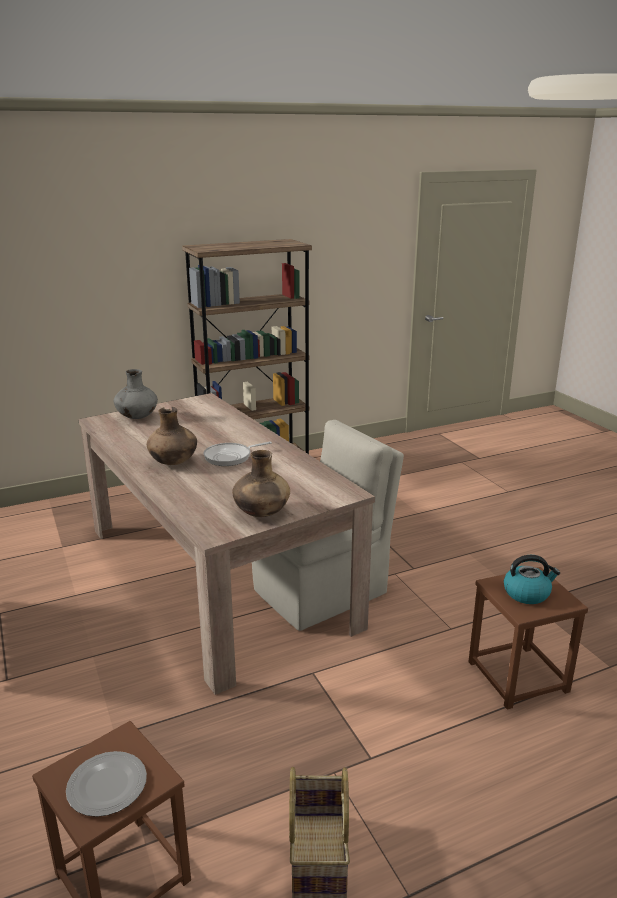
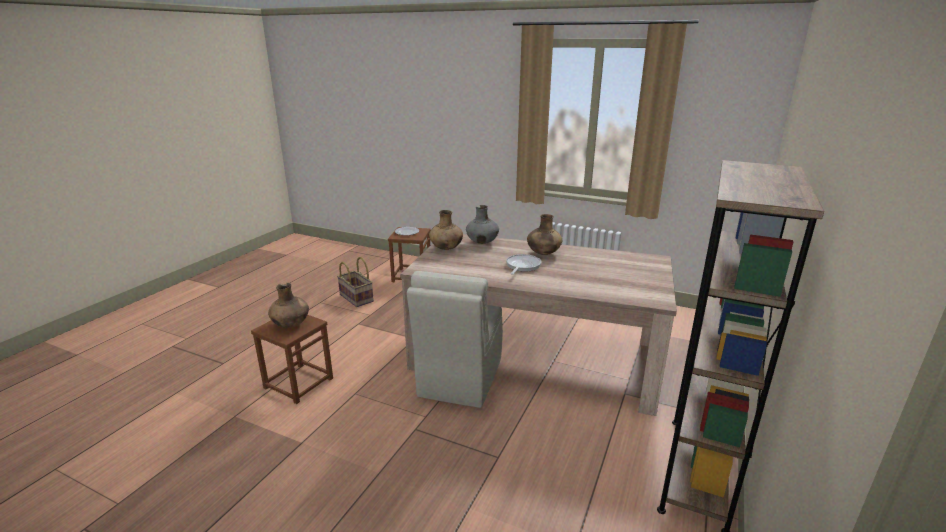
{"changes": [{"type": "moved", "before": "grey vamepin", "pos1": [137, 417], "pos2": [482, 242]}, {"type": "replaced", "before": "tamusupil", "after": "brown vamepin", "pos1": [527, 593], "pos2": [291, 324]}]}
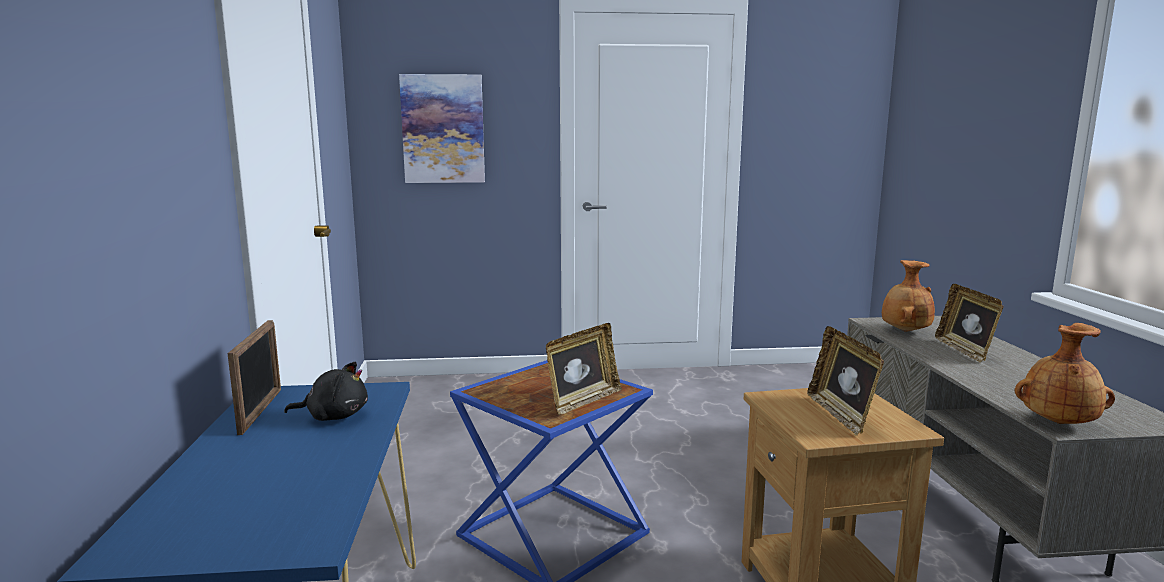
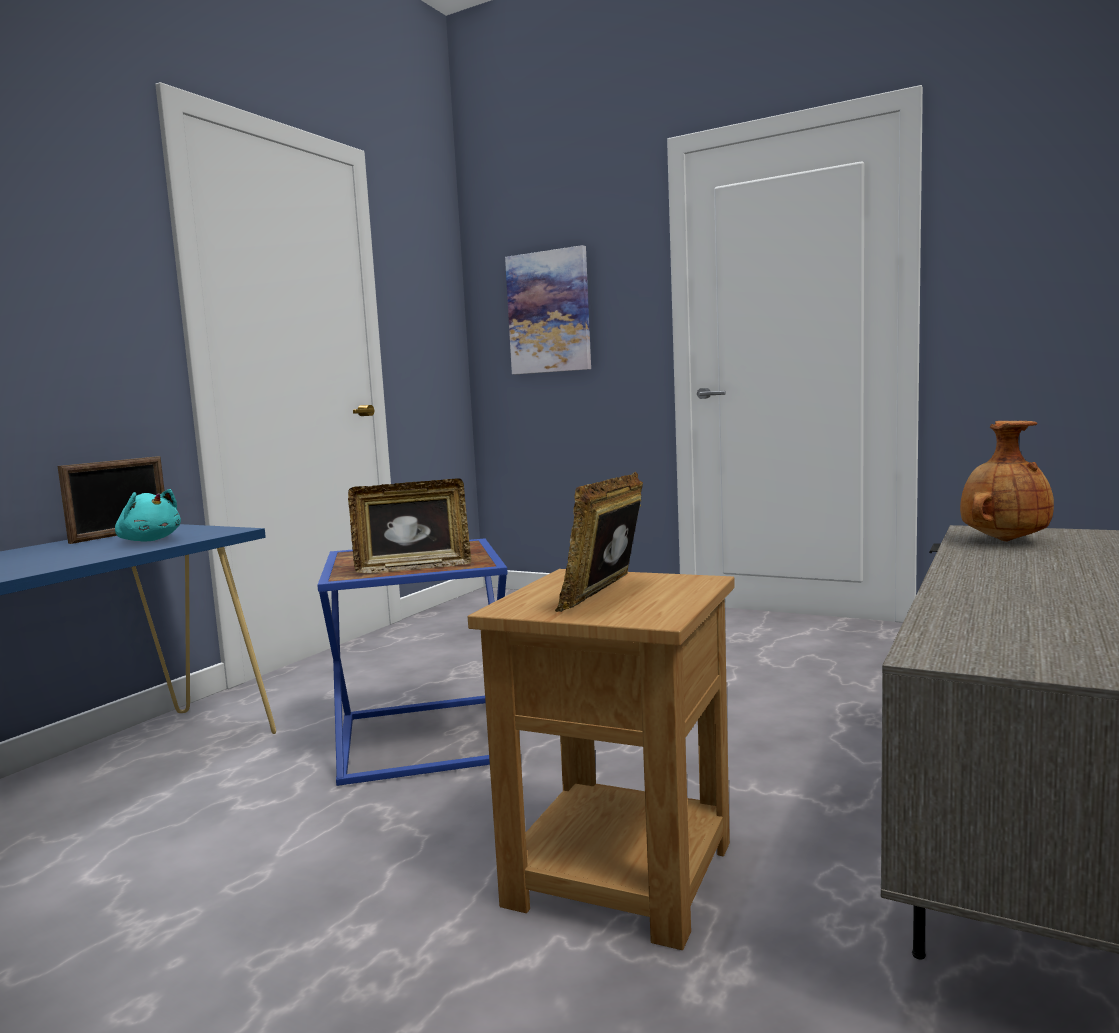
{"changes": [{"type": "removed", "before": "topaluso", "pos1": [965, 350]}, {"type": "removed", "before": "brown vamepin", "pos1": [1058, 422]}, {"type": "recoloured", "before": "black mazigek", "after": "turquoise mazigek", "pos1": [334, 416], "pos2": [149, 540]}]}
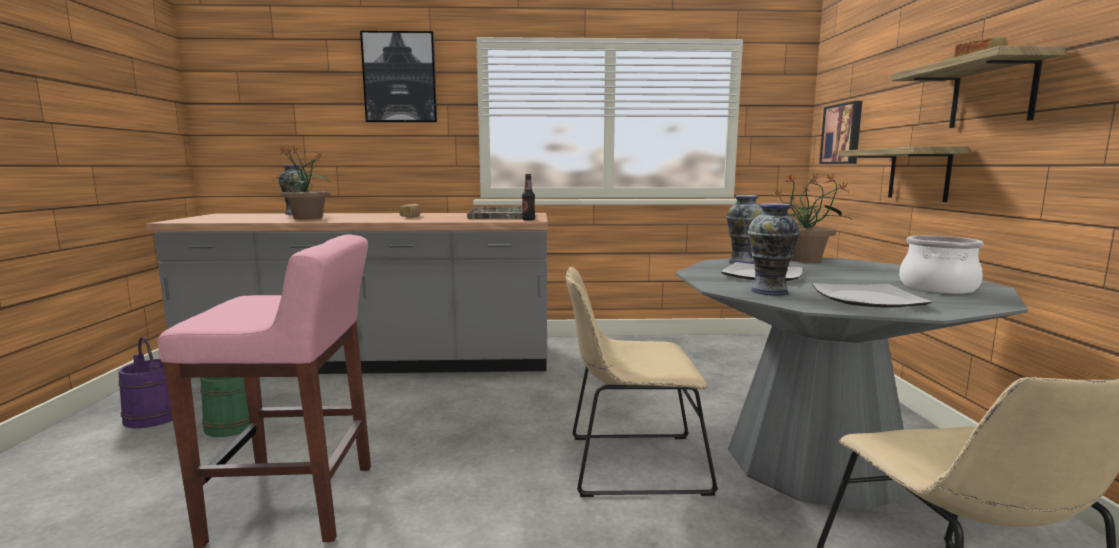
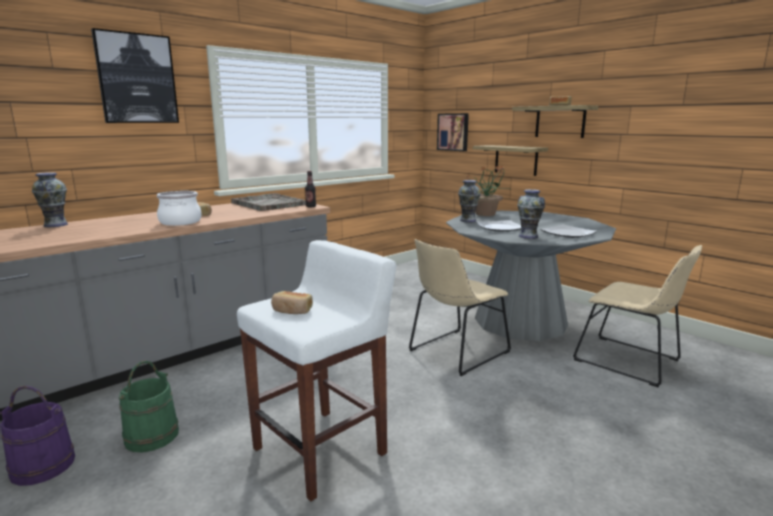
{"changes": [{"type": "removed", "before": "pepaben", "pos1": [307, 218]}, {"type": "added", "after": "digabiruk", "pos2": [292, 310]}, {"type": "moved", "before": "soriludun", "pos1": [938, 288], "pos2": [181, 222]}, {"type": "recoloured", "before": "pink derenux", "after": "white derenux", "pos1": [296, 503], "pos2": [322, 450]}]}
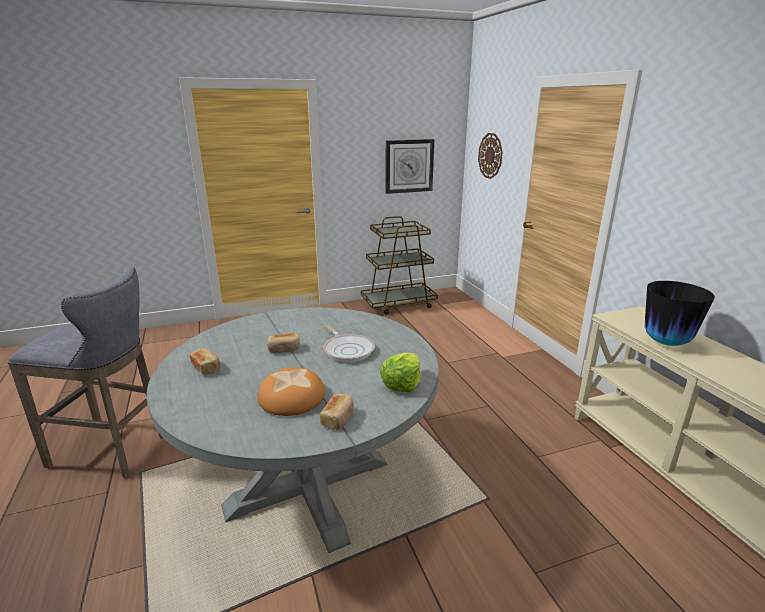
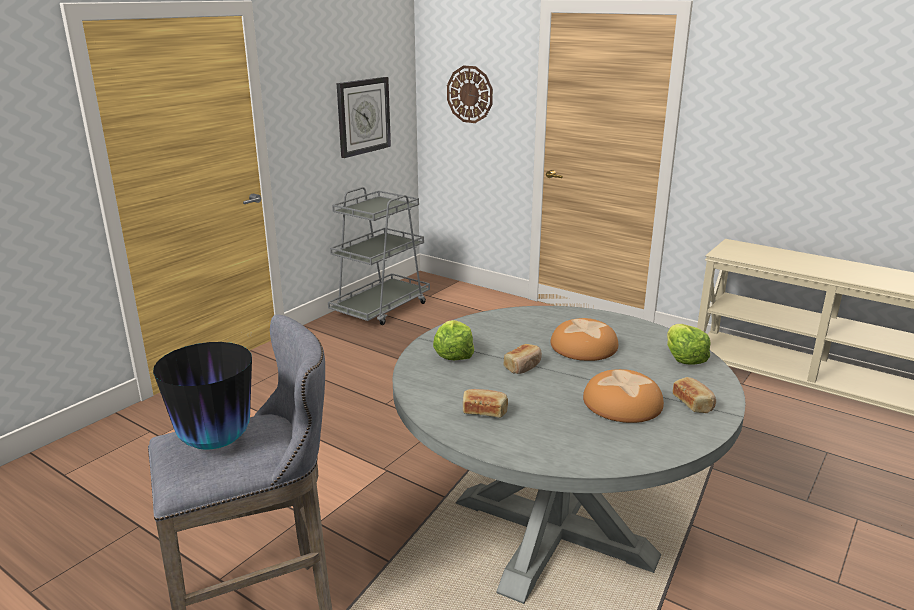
{"changes": [{"type": "added", "after": "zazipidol", "pos2": [453, 354]}, {"type": "moved", "before": "vamepin", "pos1": [666, 342], "pos2": [216, 442]}, {"type": "replaced", "before": "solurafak", "after": "digabiruk", "pos1": [348, 350], "pos2": [583, 346]}, {"type": "recoloured", "before": "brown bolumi", "after": "grey bolumi", "pos1": [399, 304], "pos2": [381, 308]}]}
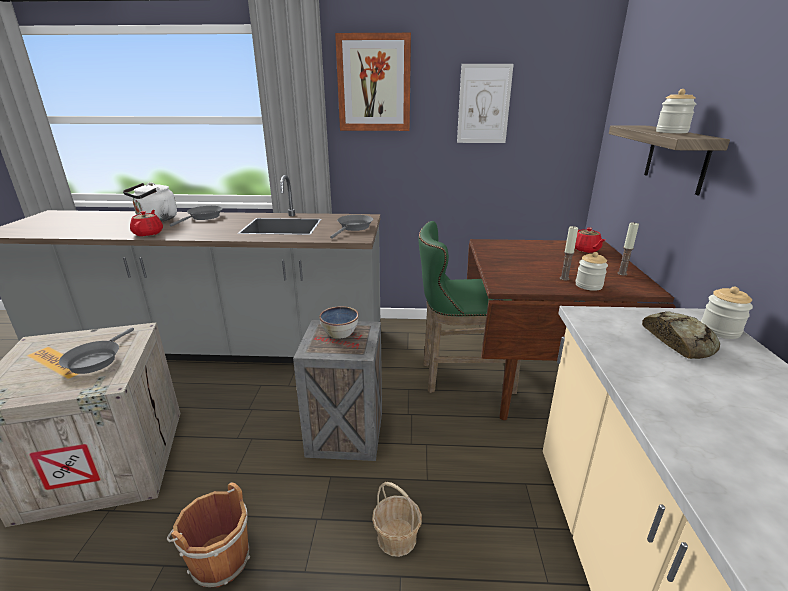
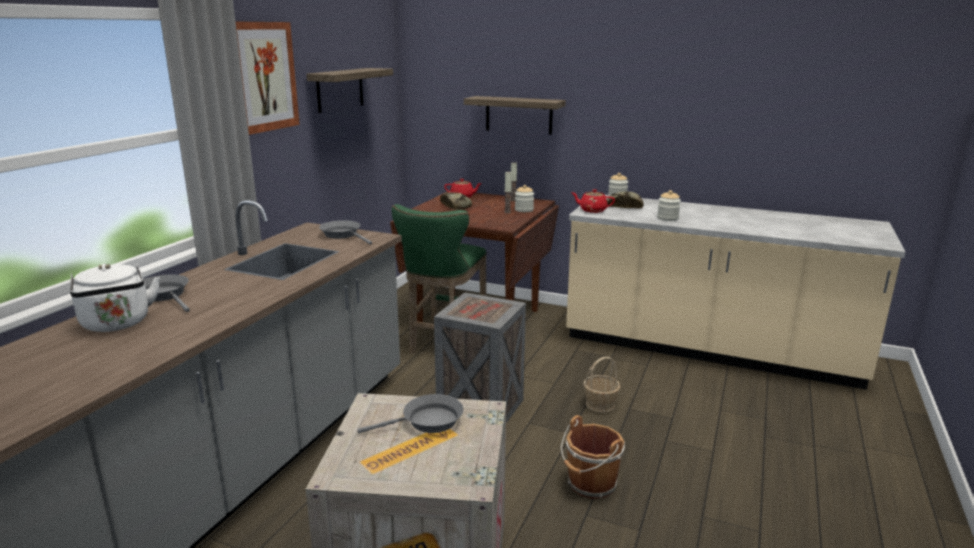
{"changes": [{"type": "removed", "before": "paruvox", "pos1": [340, 332]}, {"type": "added", "after": "digabiruk", "pos2": [456, 205]}, {"type": "moved", "before": "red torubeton", "pos1": [148, 233], "pos2": [592, 210]}, {"type": "moved", "before": "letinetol", "pos1": [671, 132], "pos2": [667, 218]}, {"type": "replaced", "before": "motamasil", "after": "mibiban", "pos1": [484, 104], "pos2": [340, 89]}, {"type": "turned", "before": "grey solurafak", "pos1": [96, 360], "pos2": [427, 422], "turn": -45}]}
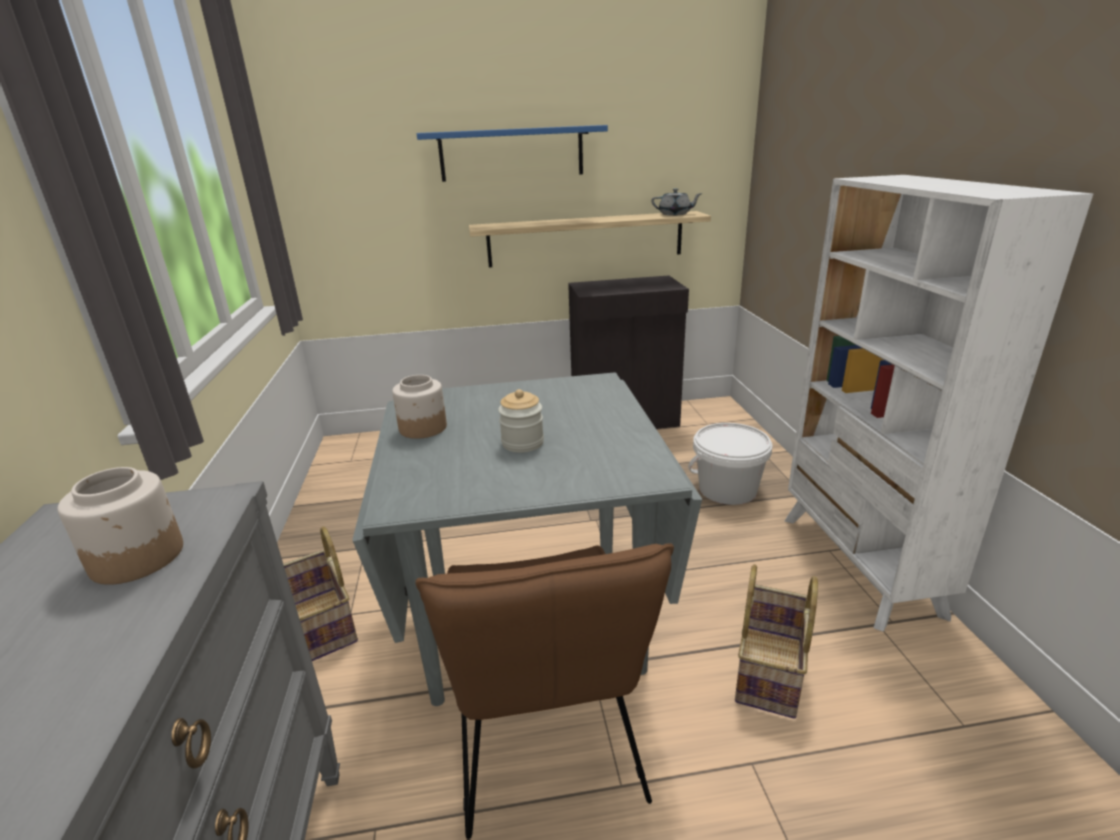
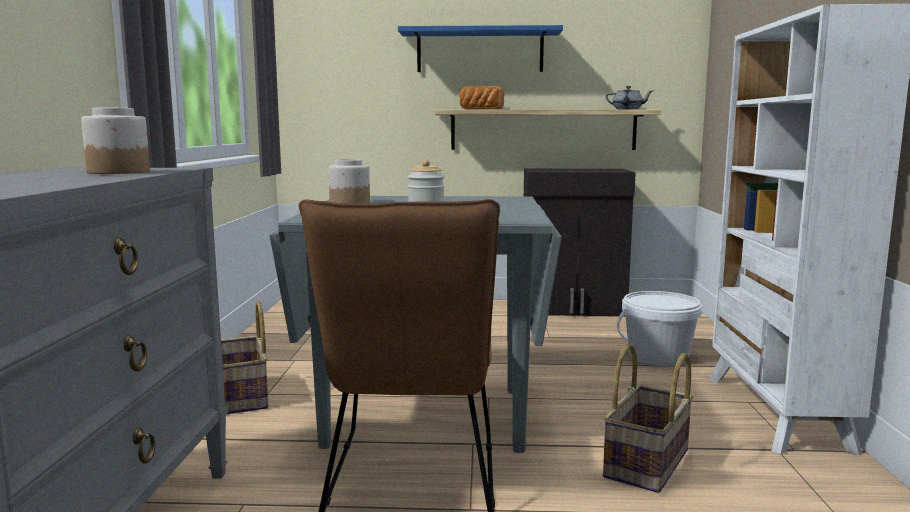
{"changes": [{"type": "added", "after": "digabiruk", "pos2": [480, 109]}]}
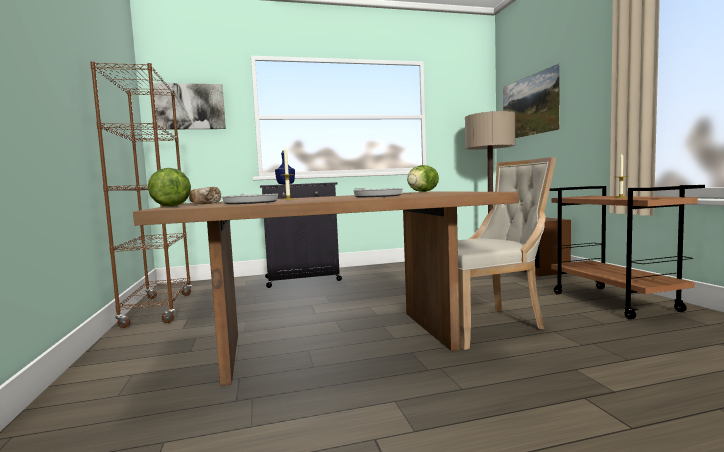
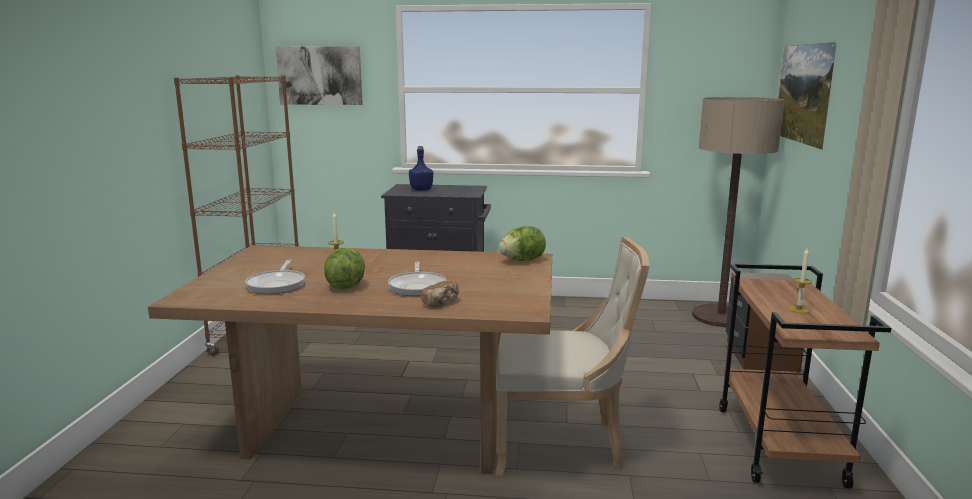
{"changes": [{"type": "moved", "before": "zazipidol", "pos1": [171, 206], "pos2": [346, 286]}, {"type": "moved", "before": "digabiruk", "pos1": [207, 203], "pos2": [441, 303]}]}
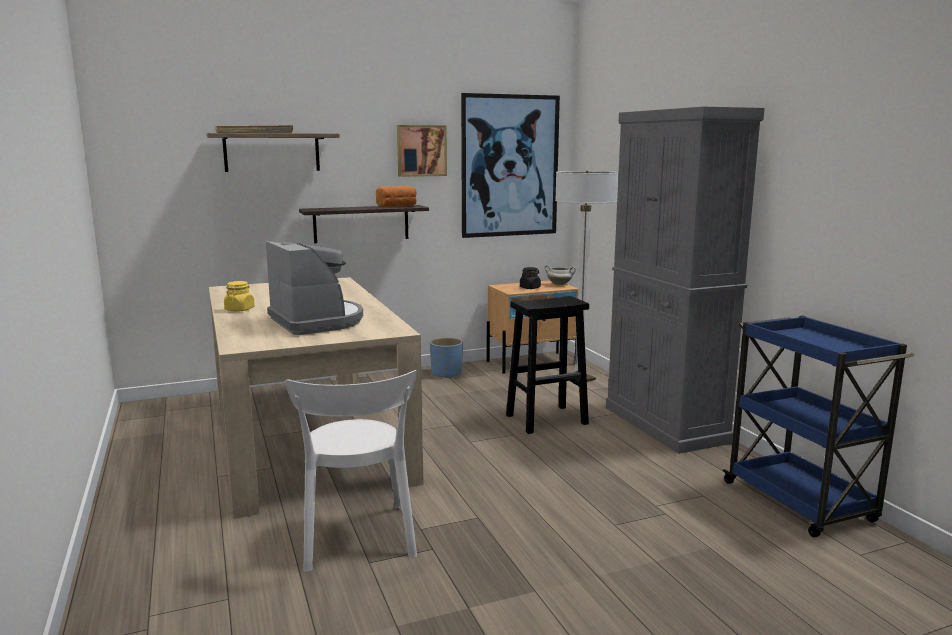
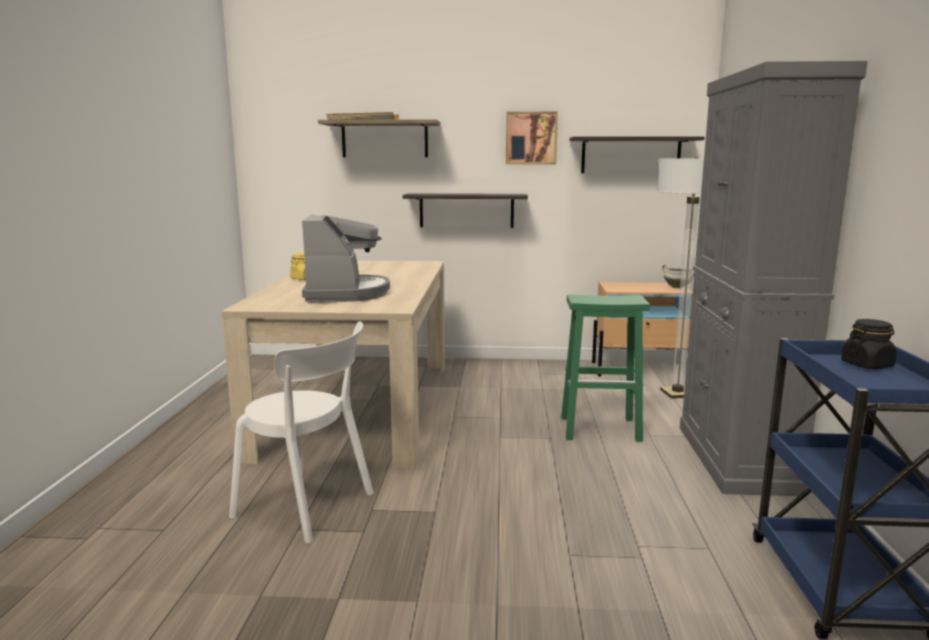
{"changes": [{"type": "removed", "before": "digabiruk", "pos1": [397, 206]}, {"type": "removed", "before": "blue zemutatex", "pos1": [446, 374]}, {"type": "moved", "before": "black letinetol", "pos1": [530, 288], "pos2": [867, 365]}, {"type": "replaced", "before": "motamasil", "after": "mibiban", "pos1": [510, 166], "pos2": [630, 155]}, {"type": "recoloured", "before": "black derenux", "after": "green derenux", "pos1": [547, 419], "pos2": [601, 429]}, {"type": "turned", "before": "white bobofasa", "pos1": [357, 540], "pos2": [309, 506], "turn": -75}]}
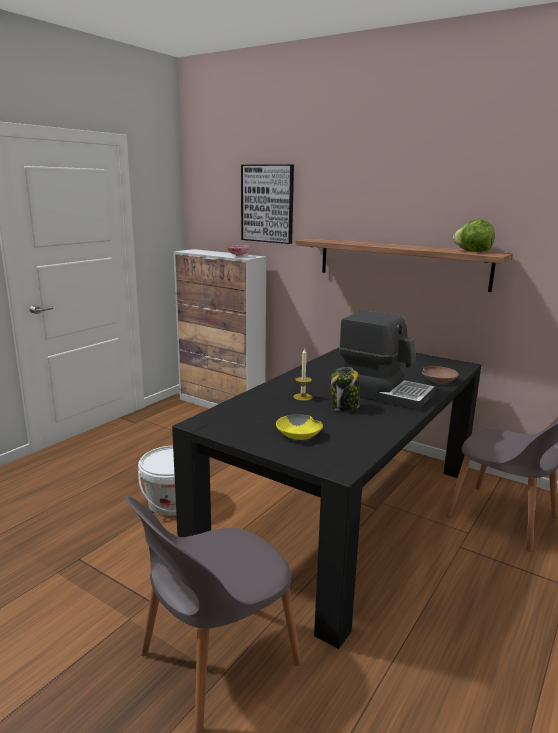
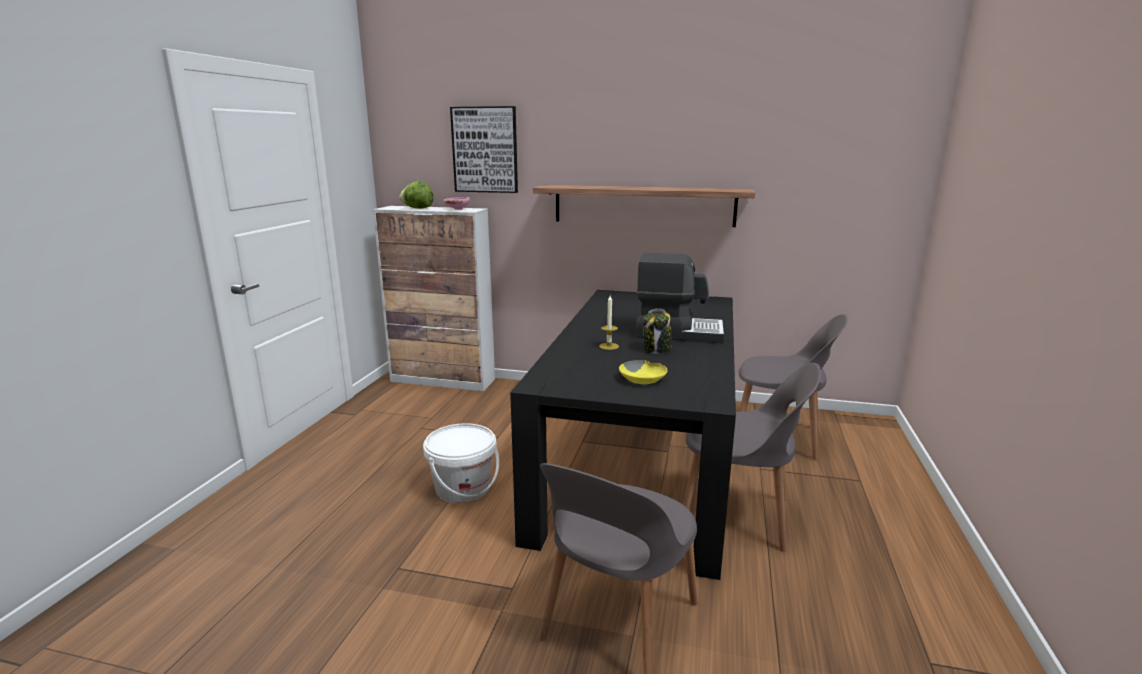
{"changes": [{"type": "removed", "before": "brown paruvox", "pos1": [439, 379]}, {"type": "added", "after": "grey bobofasa", "pos2": [738, 515]}, {"type": "moved", "before": "zazipidol", "pos1": [472, 251], "pos2": [418, 208]}]}
